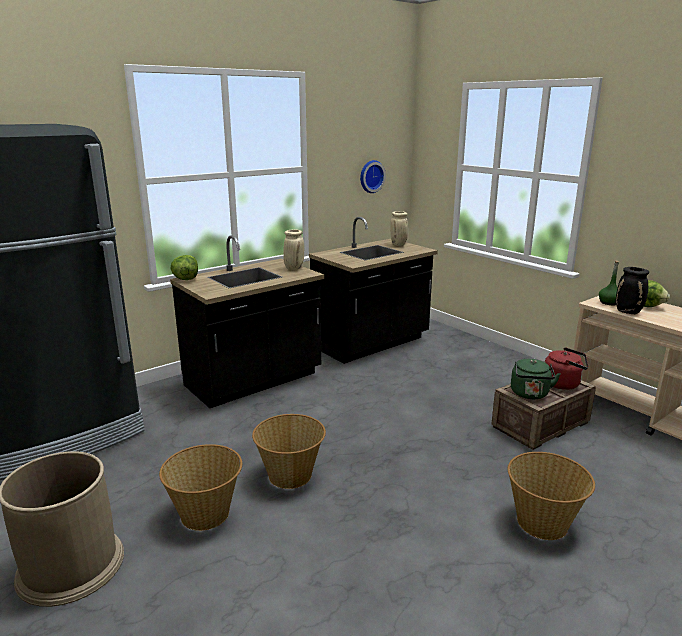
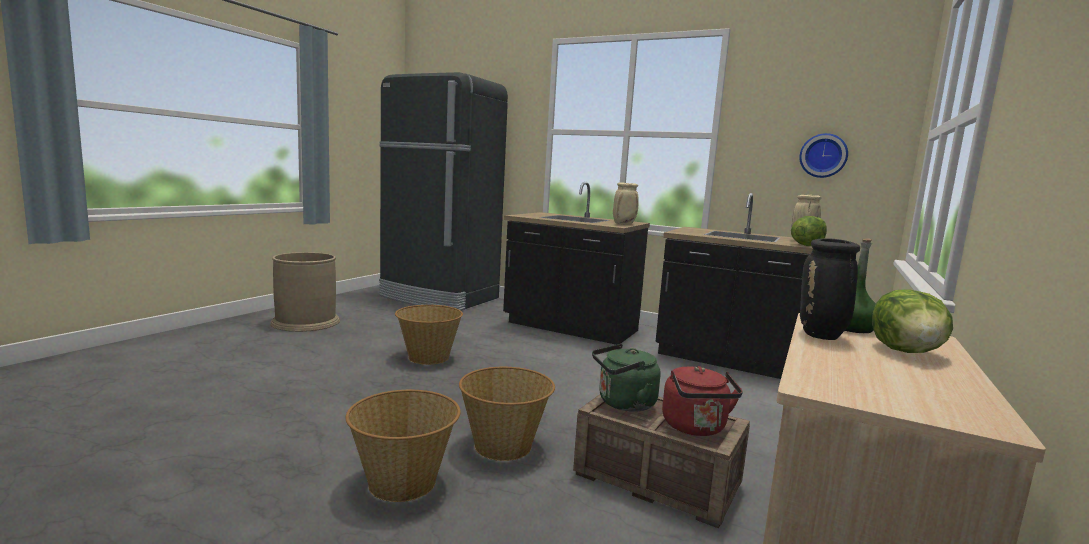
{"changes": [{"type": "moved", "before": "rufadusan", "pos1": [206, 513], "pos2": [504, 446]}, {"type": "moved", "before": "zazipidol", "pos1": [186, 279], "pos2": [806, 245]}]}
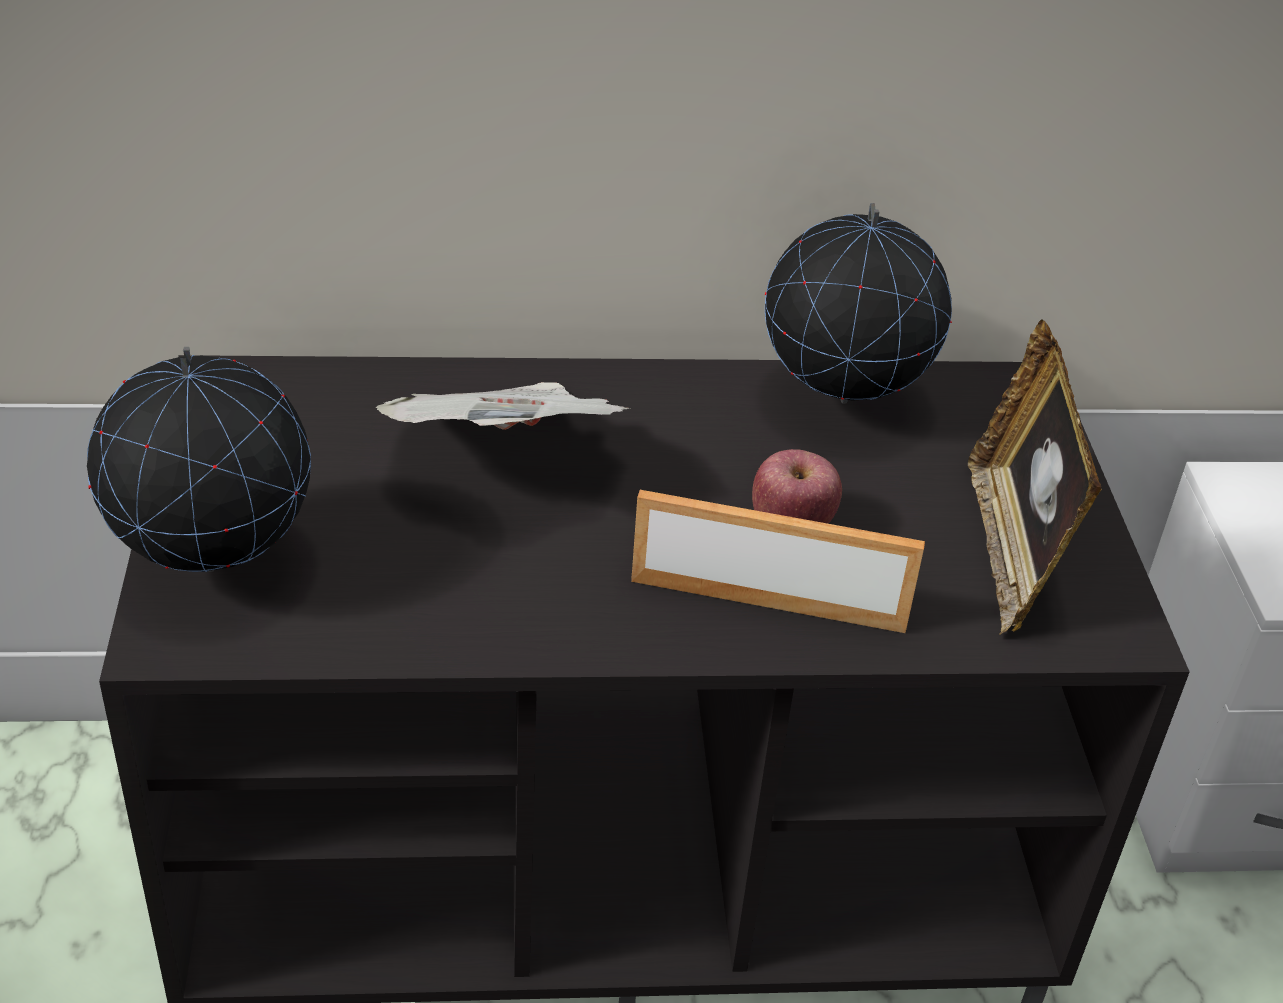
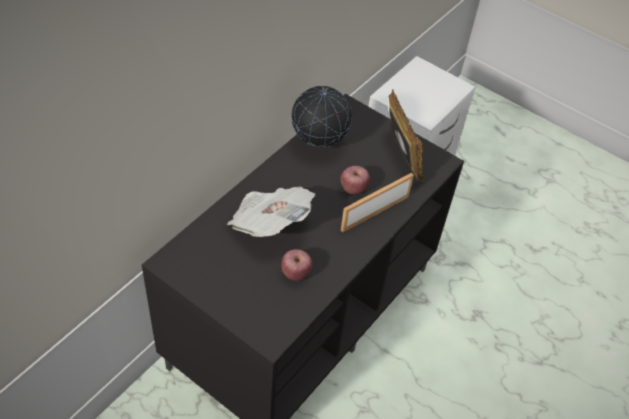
{"changes": [{"type": "removed", "before": "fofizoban", "pos1": [215, 566]}, {"type": "added", "after": "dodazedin", "pos2": [295, 273]}, {"type": "turned", "before": "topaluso", "pos1": [1012, 550], "pos2": [401, 157], "turn": -150}]}
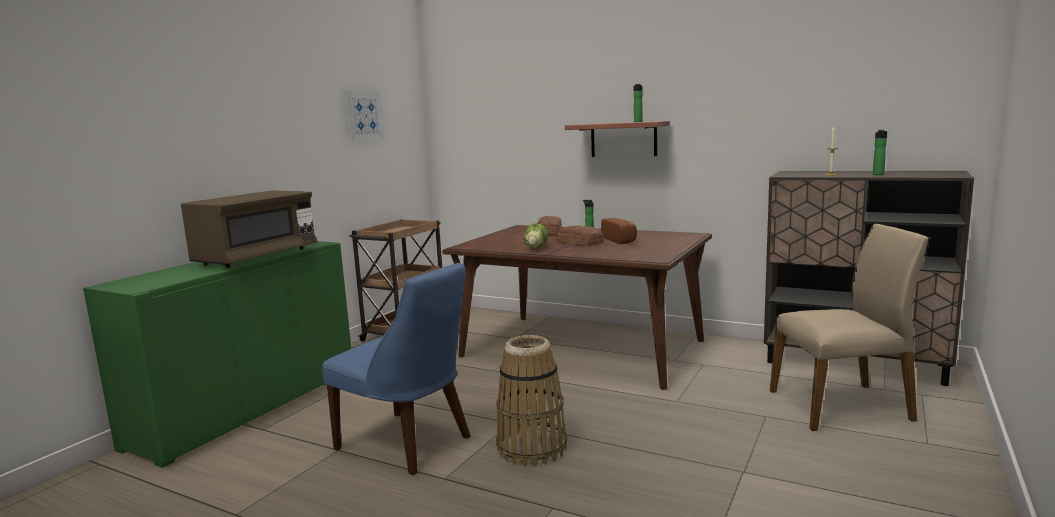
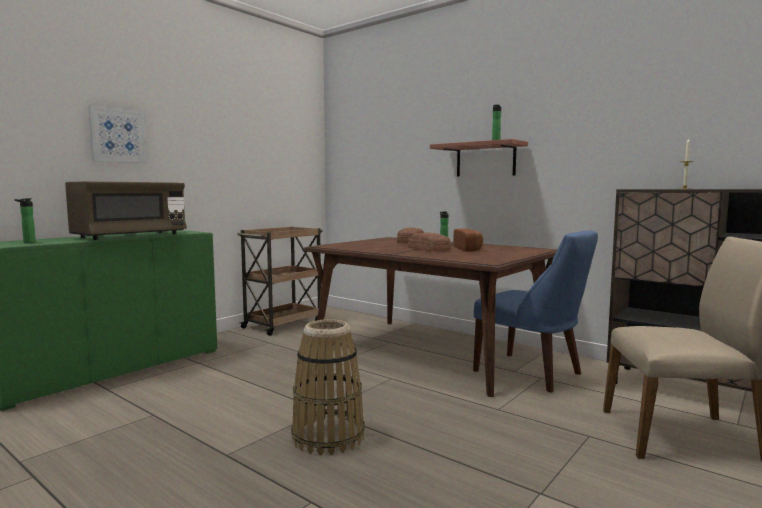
{"changes": [{"type": "removed", "before": "zazipidol", "pos1": [536, 248]}, {"type": "moved", "before": "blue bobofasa", "pos1": [408, 444], "pos2": [532, 373]}, {"type": "moved", "before": "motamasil", "pos1": [364, 116], "pos2": [118, 135]}, {"type": "moved", "before": "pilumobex", "pos1": [878, 174], "pos2": [27, 242]}]}
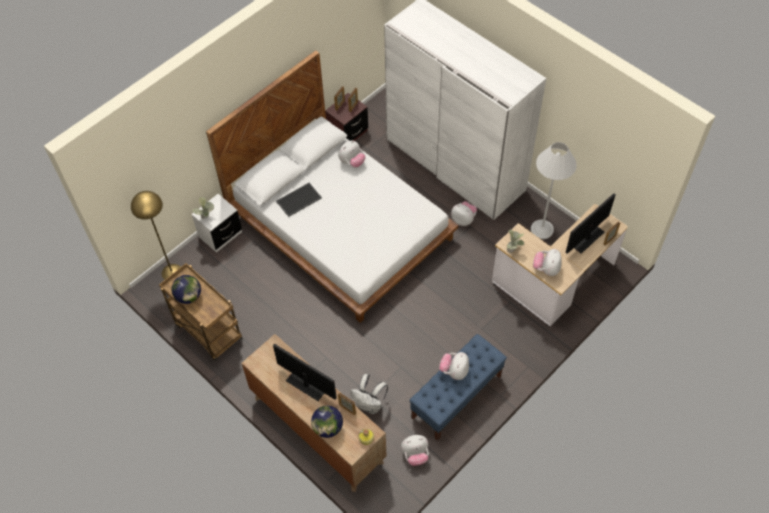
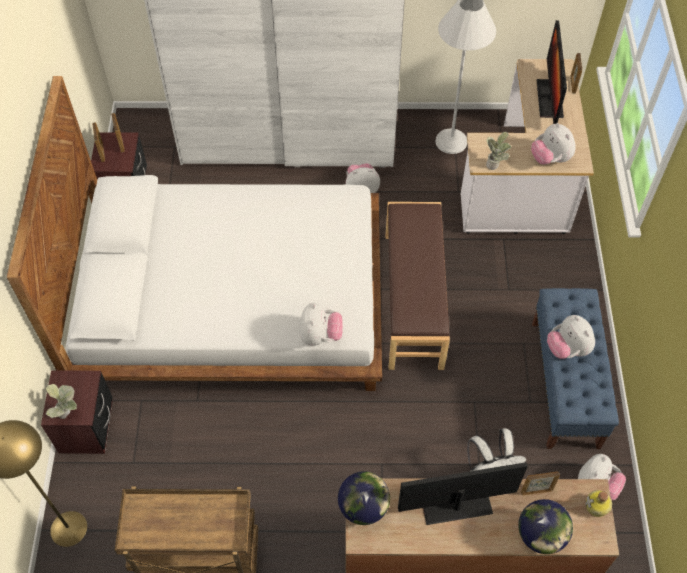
{"changes": [{"type": "removed", "before": "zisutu", "pos1": [299, 199]}, {"type": "added", "after": "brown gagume", "pos2": [412, 300]}, {"type": "moved", "before": "fofizoban", "pos1": [188, 296], "pos2": [363, 507]}, {"type": "moved", "before": "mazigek", "pos1": [352, 162], "pos2": [320, 335]}, {"type": "recoloured", "before": "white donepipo", "after": "brown donepipo", "pos1": [220, 234], "pos2": [86, 427]}]}
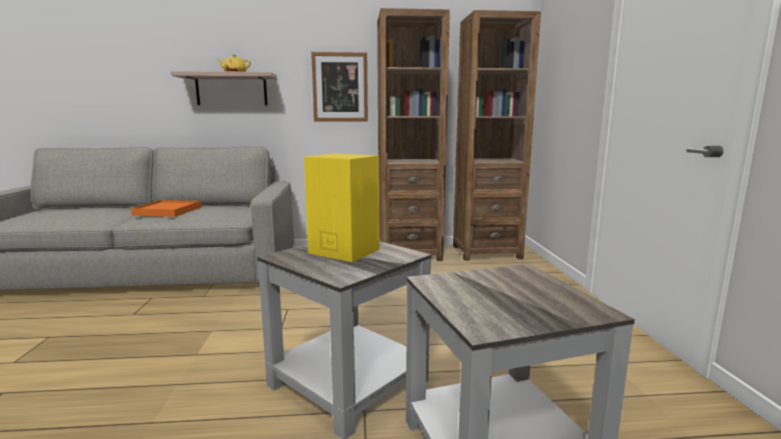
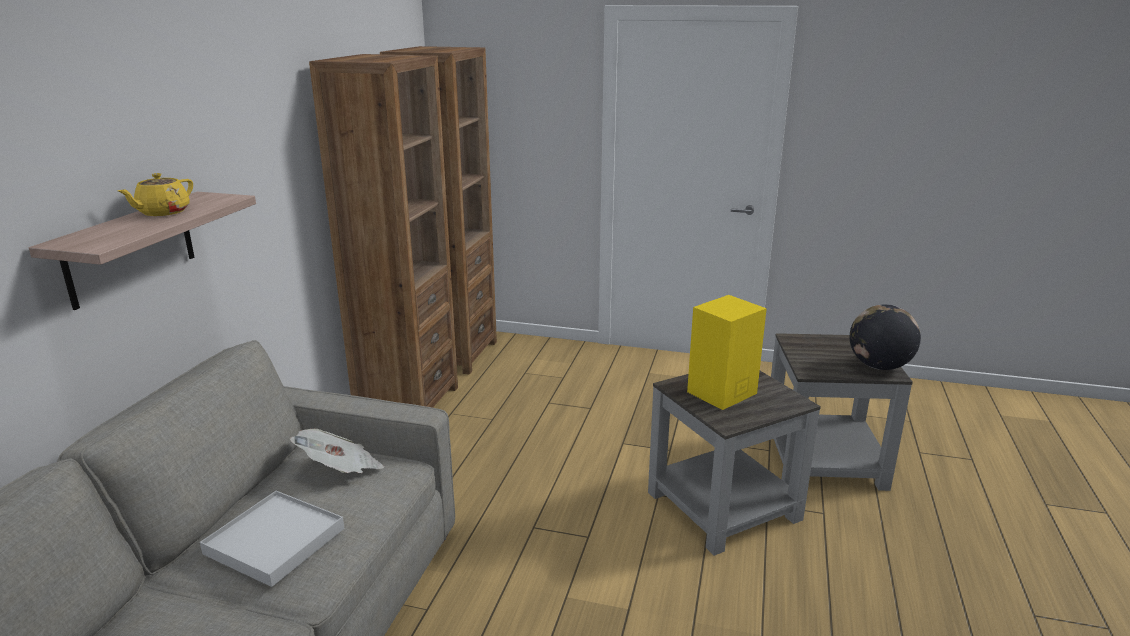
{"changes": [{"type": "removed", "before": "motamasil", "pos1": [340, 87]}, {"type": "added", "after": "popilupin", "pos2": [341, 470]}, {"type": "added", "after": "fofizoban", "pos2": [879, 366]}, {"type": "recoloured", "before": "orange zisutu", "after": "white zisutu", "pos1": [167, 211], "pos2": [275, 541]}]}
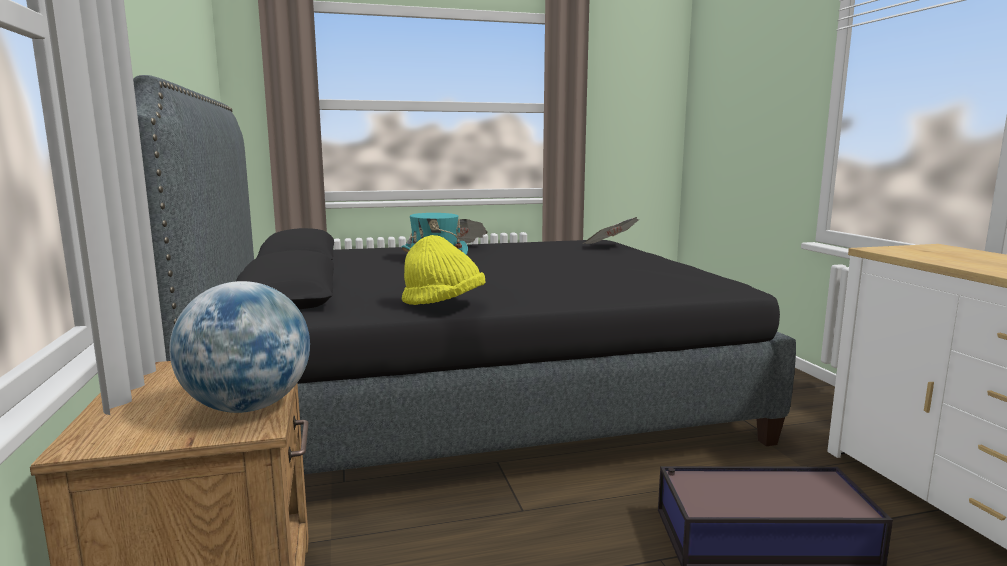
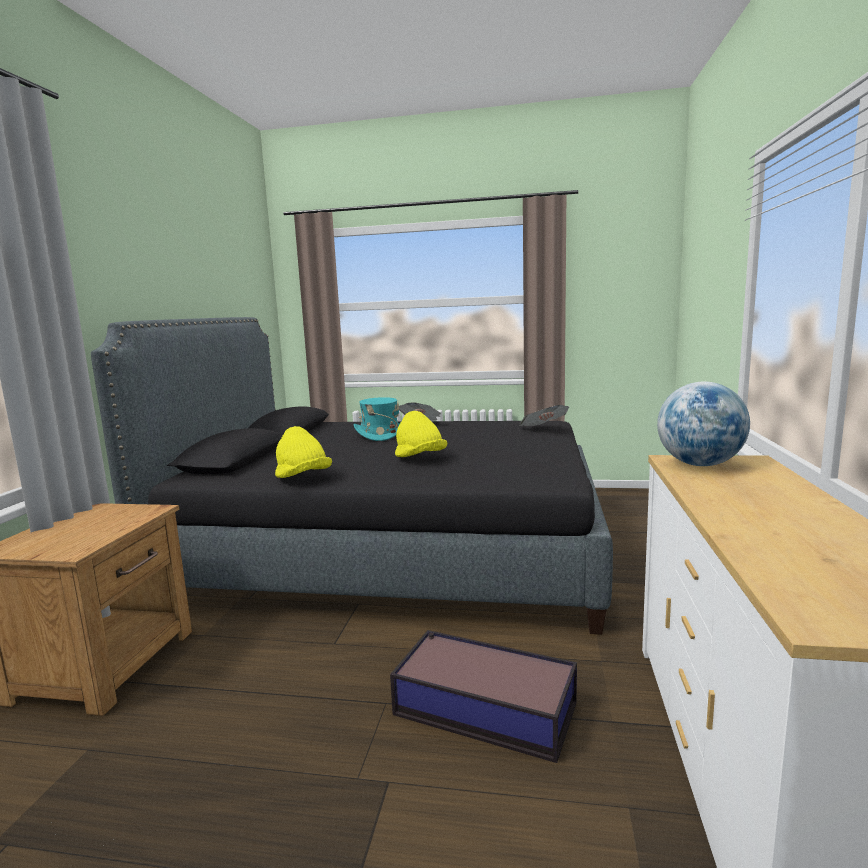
{"changes": [{"type": "added", "after": "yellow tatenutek", "pos2": [420, 458]}, {"type": "moved", "before": "fofizoban", "pos1": [248, 407], "pos2": [700, 465]}]}
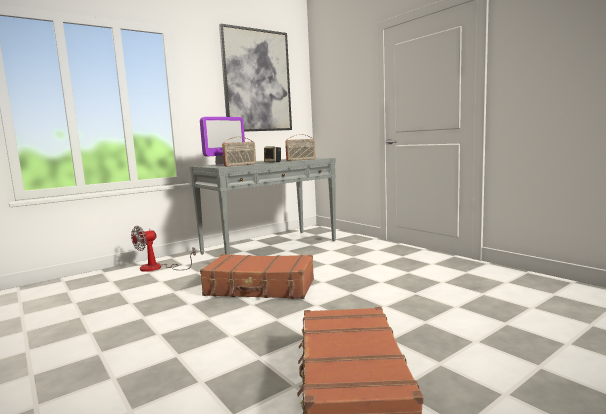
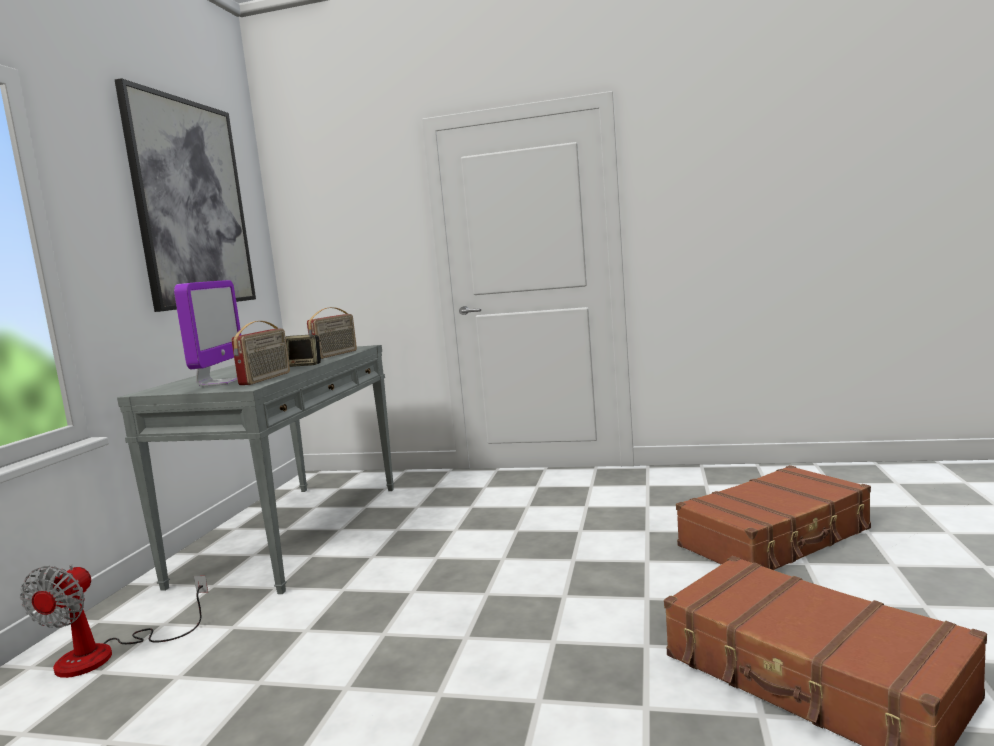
{"changes": [{"type": "moved", "before": "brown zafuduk", "pos1": [260, 288], "pos2": [776, 538]}]}
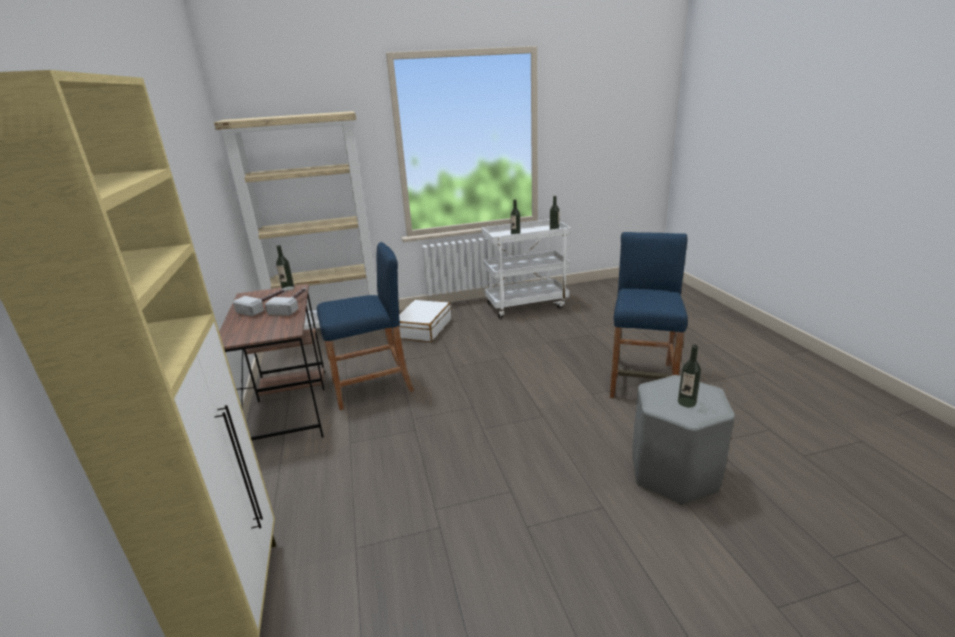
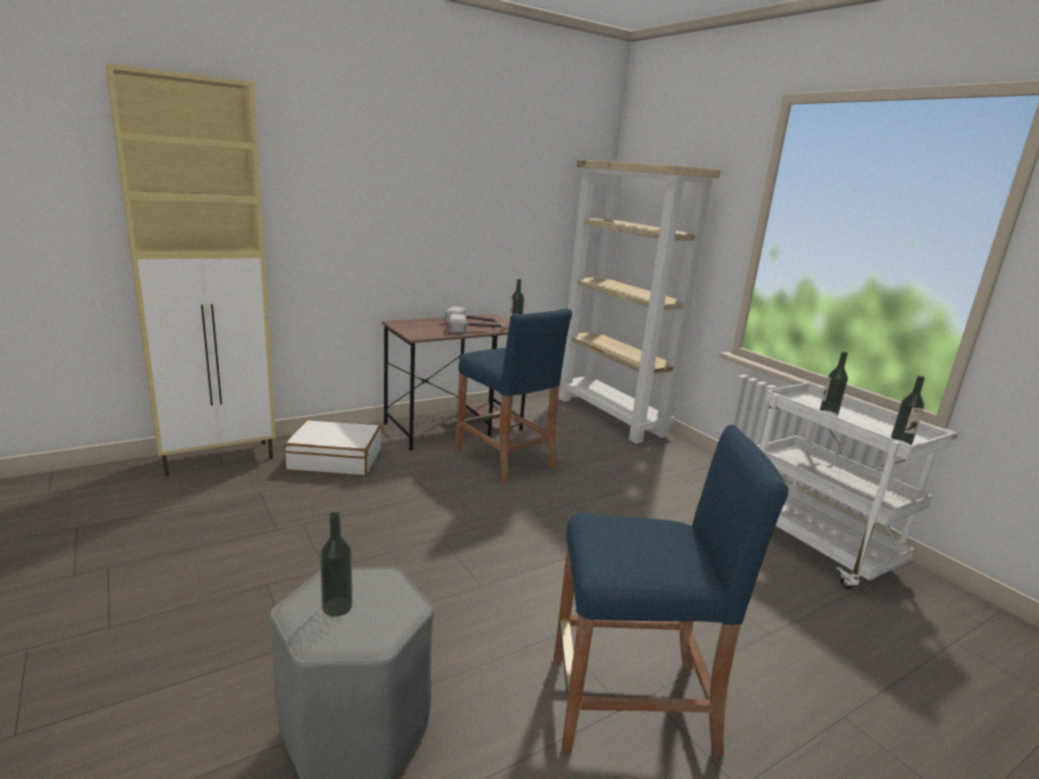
{"changes": [{"type": "moved", "before": "white zafuduk", "pos1": [423, 328], "pos2": [335, 459]}]}
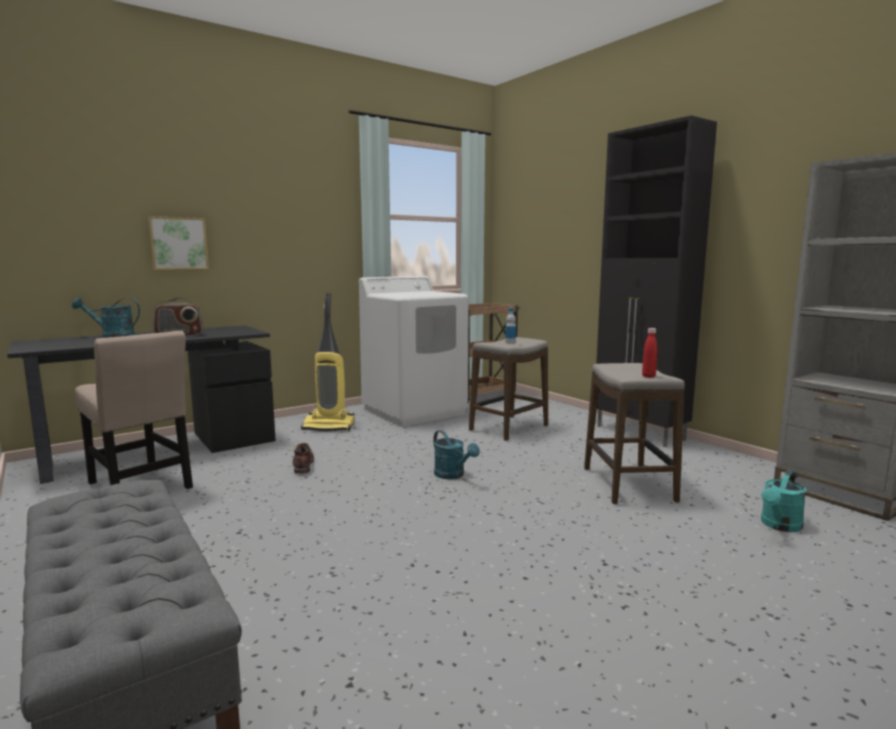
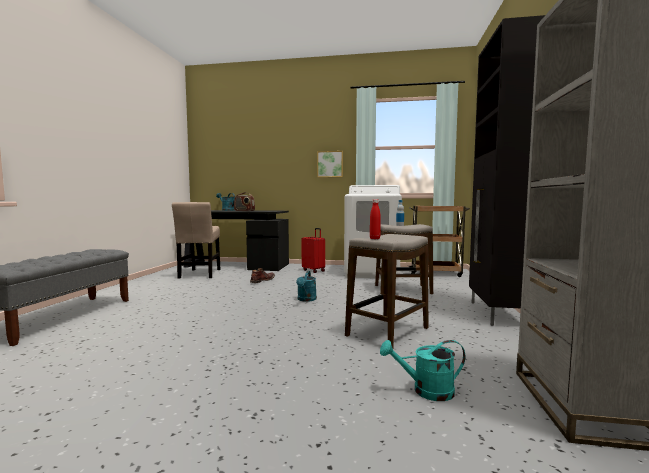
{"changes": [{"type": "moved", "before": "motamasil", "pos1": [178, 243], "pos2": [330, 164]}, {"type": "replaced", "before": "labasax", "after": "red zafuduk", "pos1": [329, 426], "pos2": [314, 270]}]}
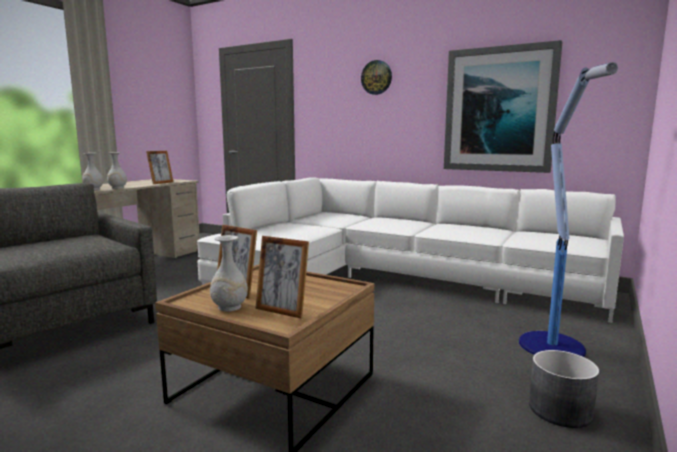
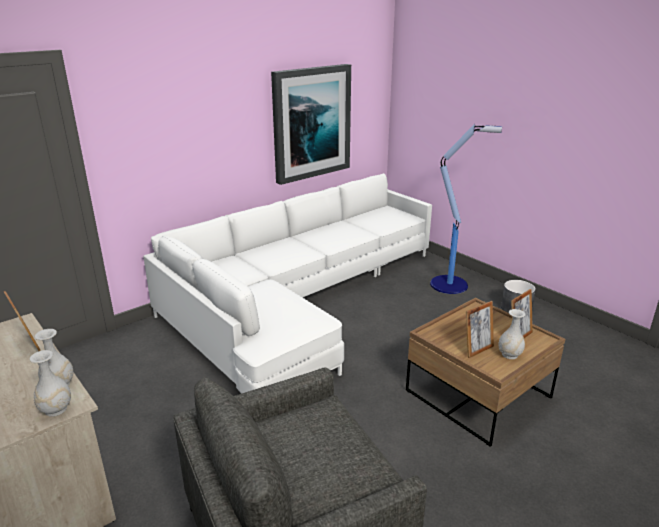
{"changes": [{"type": "removed", "before": "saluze", "pos1": [376, 77]}]}
